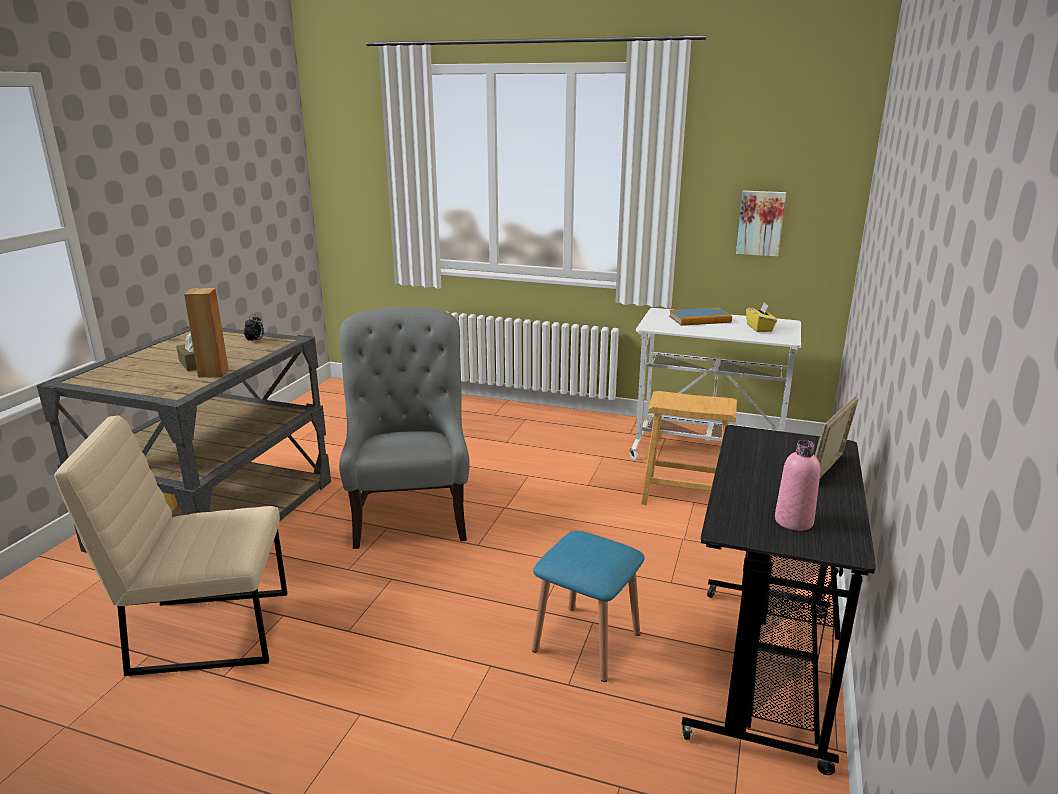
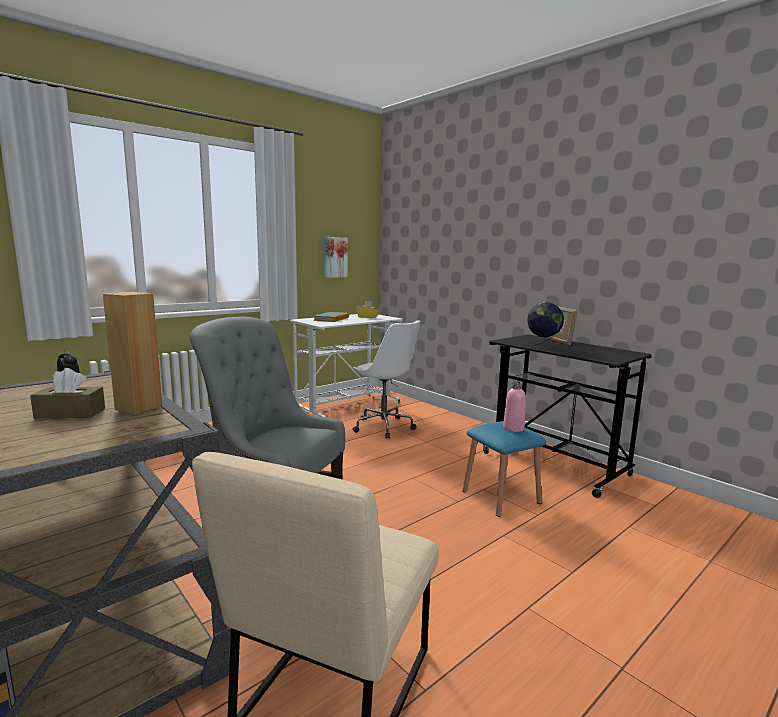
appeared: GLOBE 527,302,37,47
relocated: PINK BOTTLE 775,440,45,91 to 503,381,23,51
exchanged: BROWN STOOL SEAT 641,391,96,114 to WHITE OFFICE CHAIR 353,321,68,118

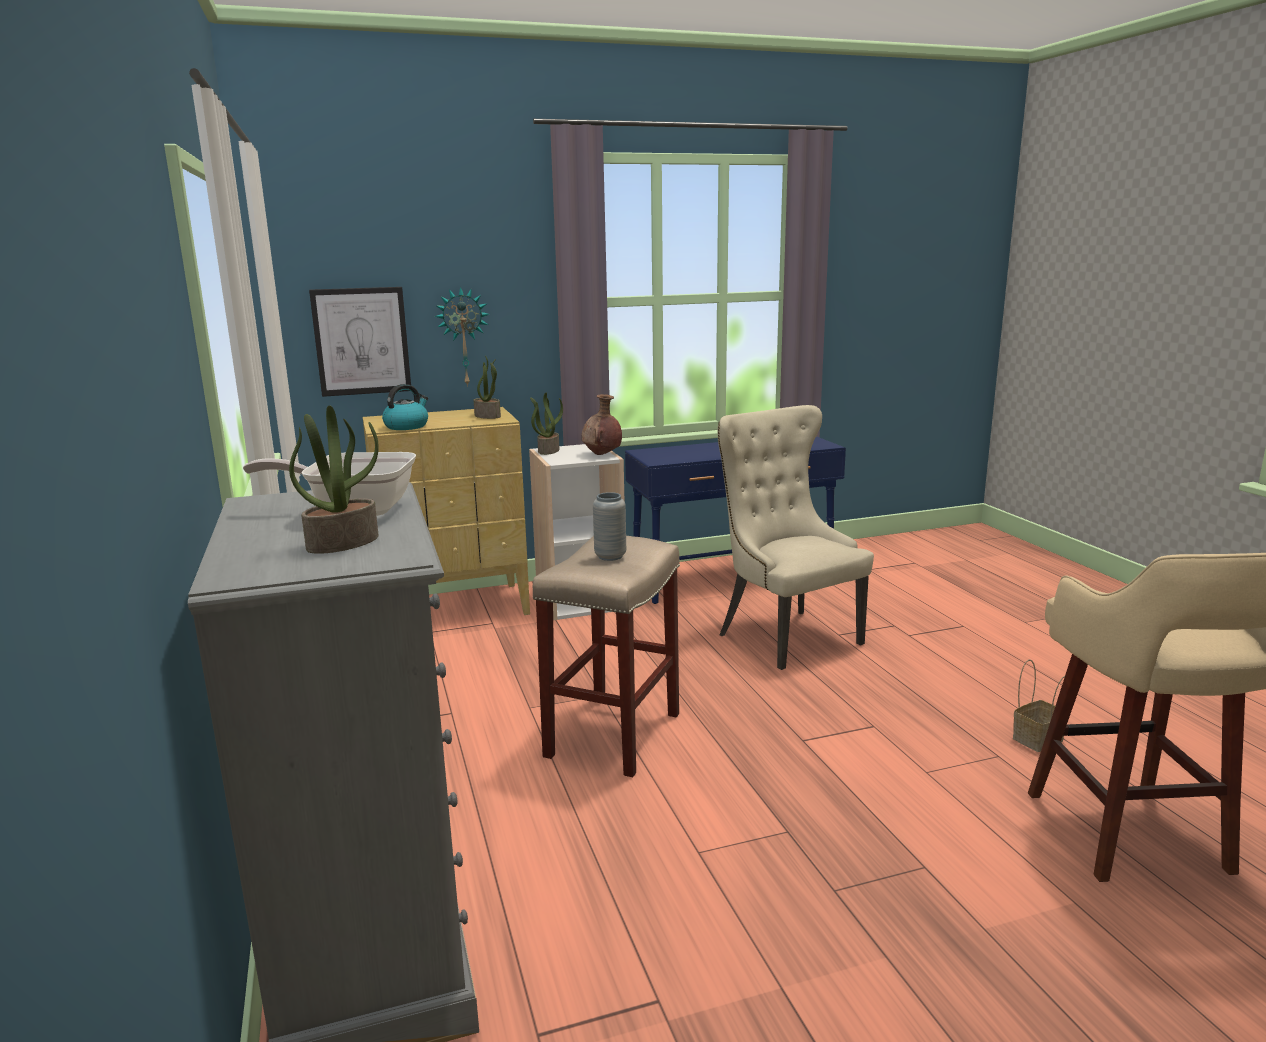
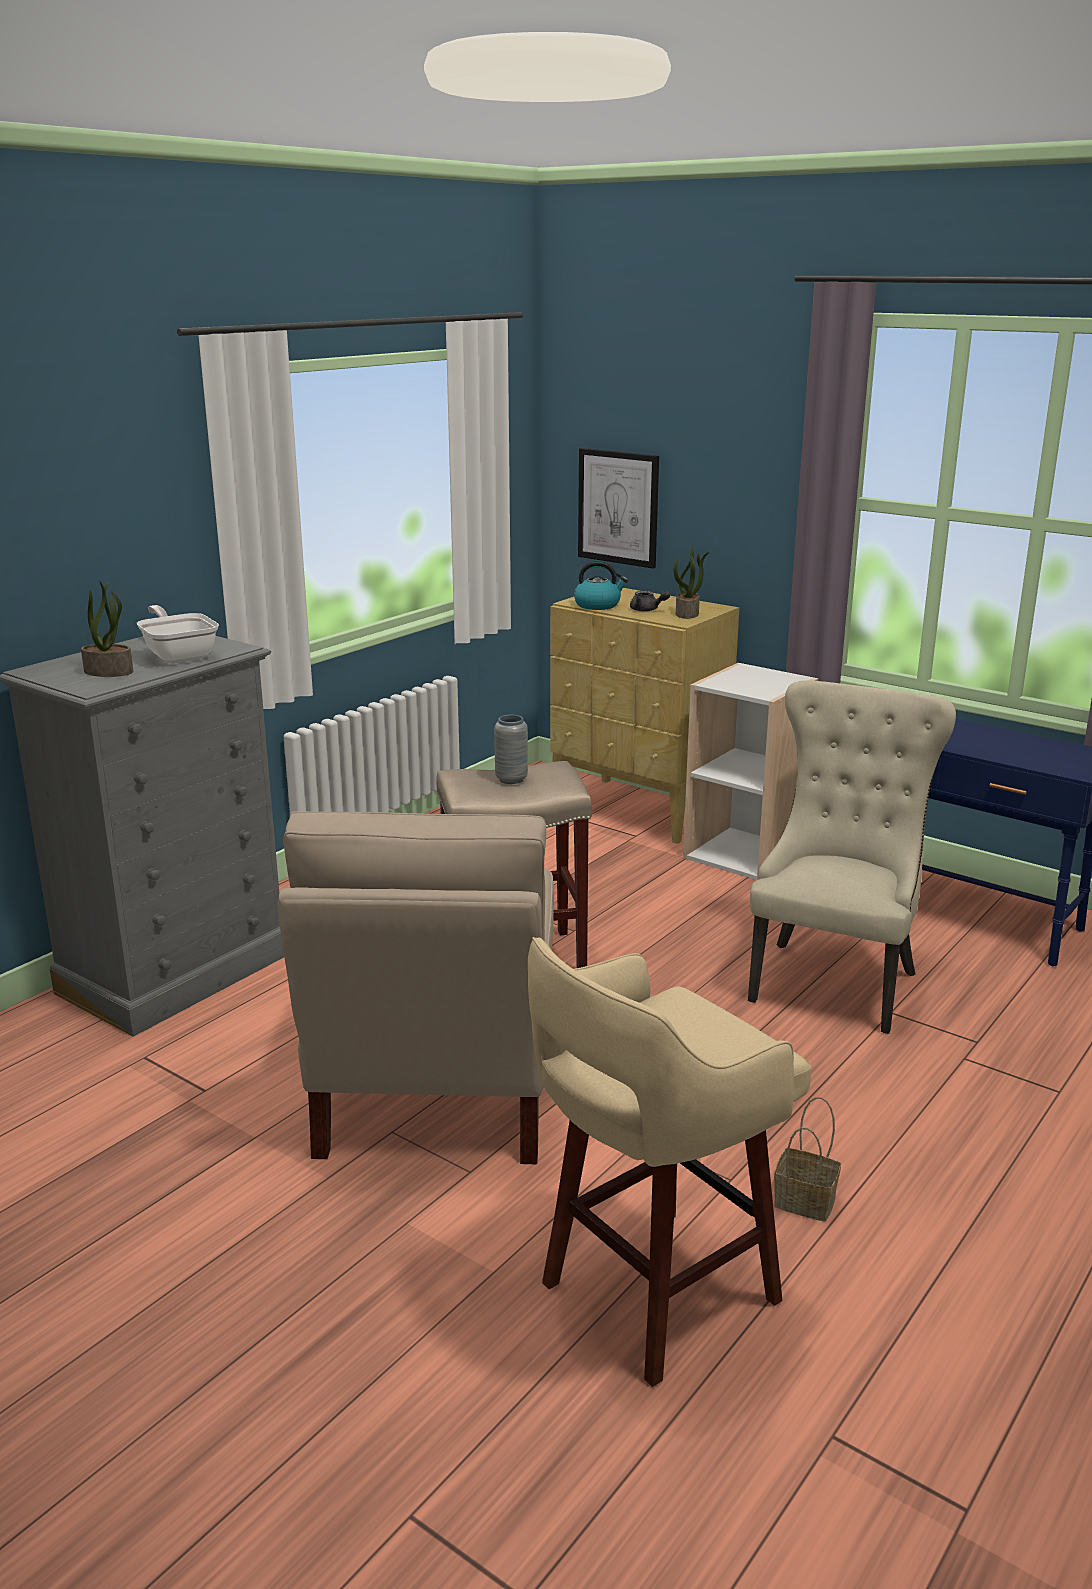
missing: HANGING CLOCK 435,287,54,100; HOUSEPLANT 530,393,33,62; BROWN VASE 581,394,41,61
appeared: BEIGE PLAIN CHAIR 278,811,276,353; GREY POT FOR TEA 630,591,40,20

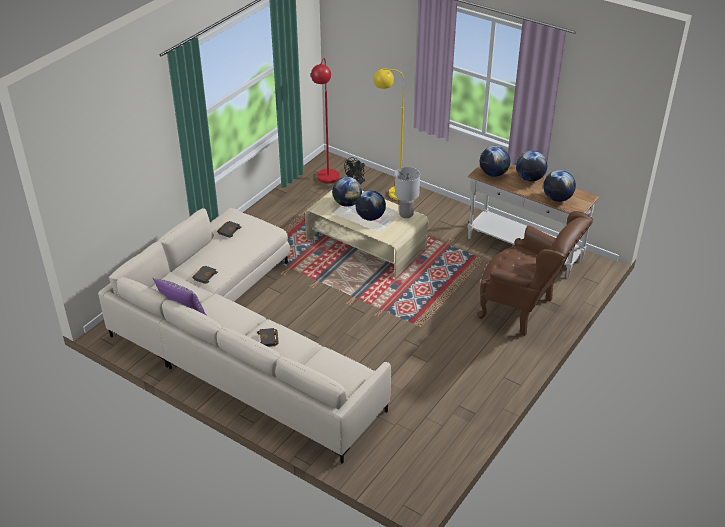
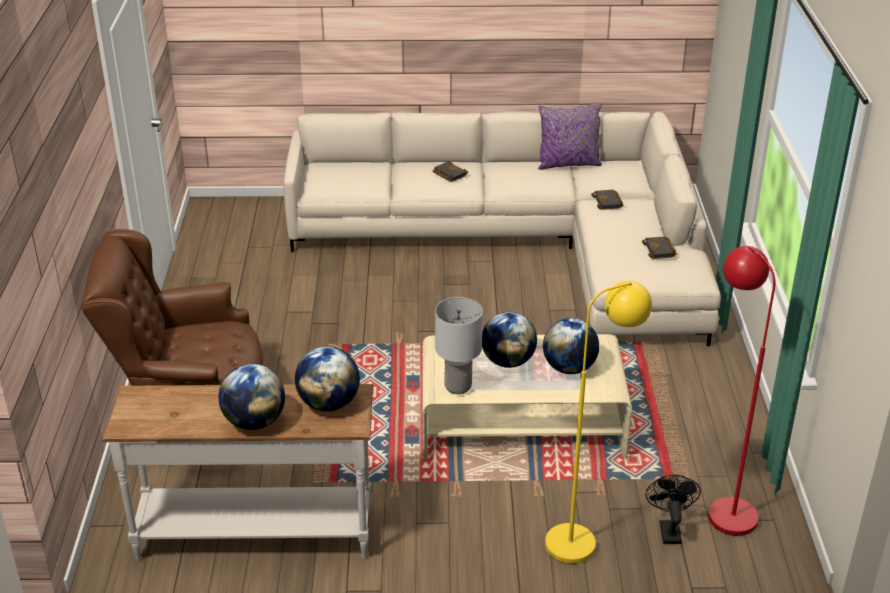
missing: GLOBE 543,170,33,32

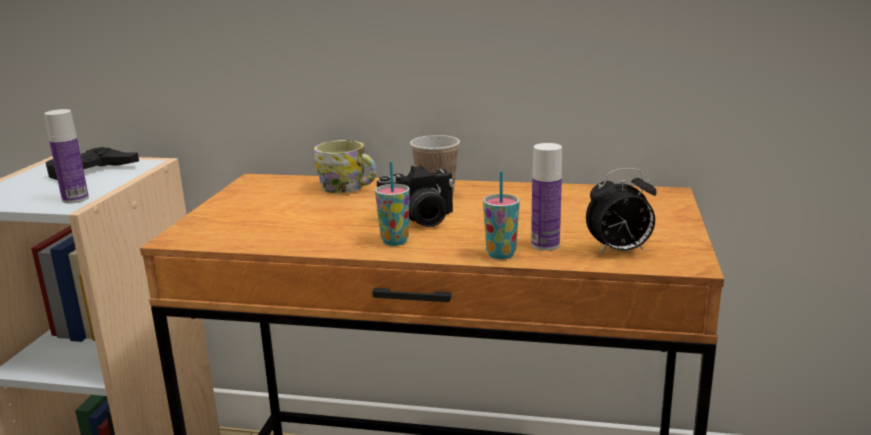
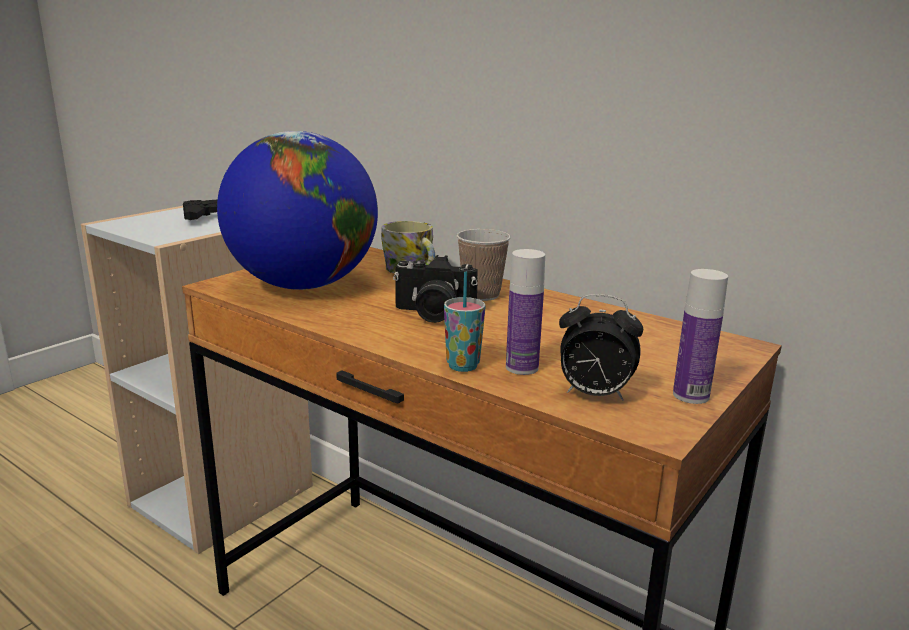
missing: SMALL CUP 375,162,35,84
appeared: GLOBE 217,131,161,159
relocated: BOTTLE 44,109,45,95 to 673,269,55,135

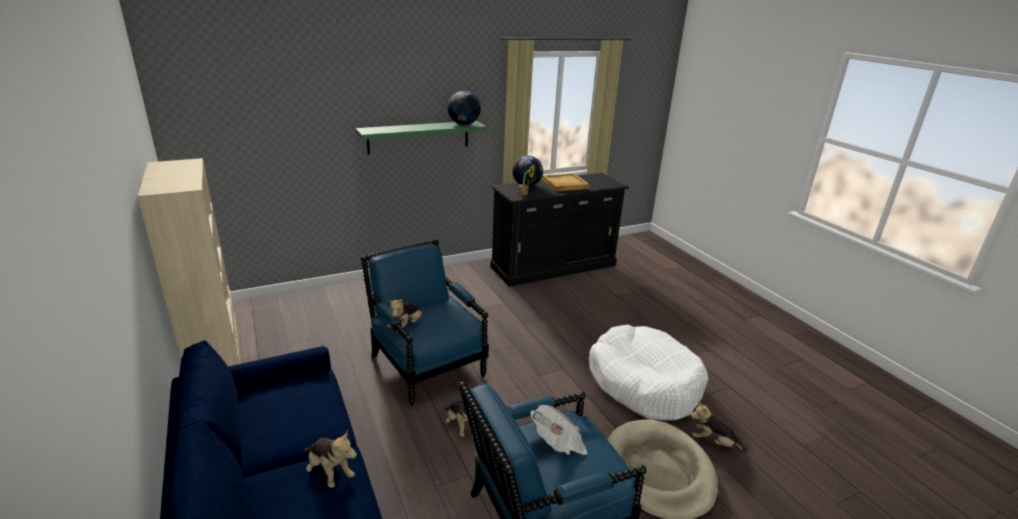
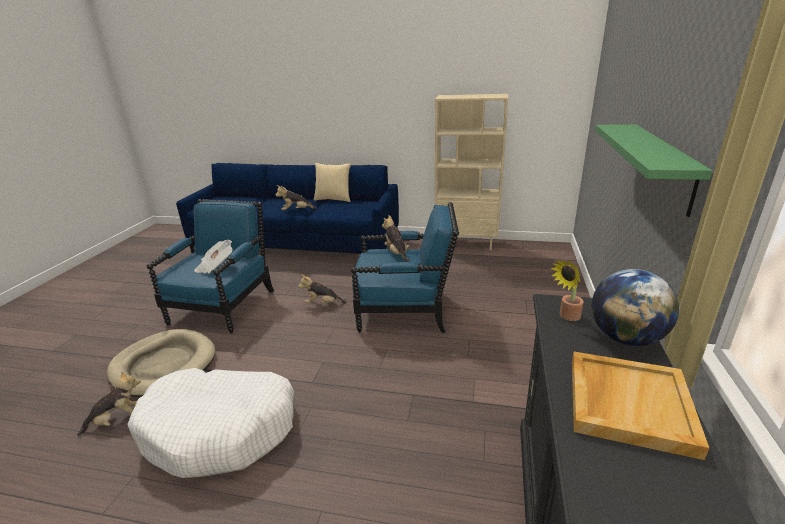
missing: GLOBE 447,91,34,34
appeared: THROW PILLOW 314,163,37,39

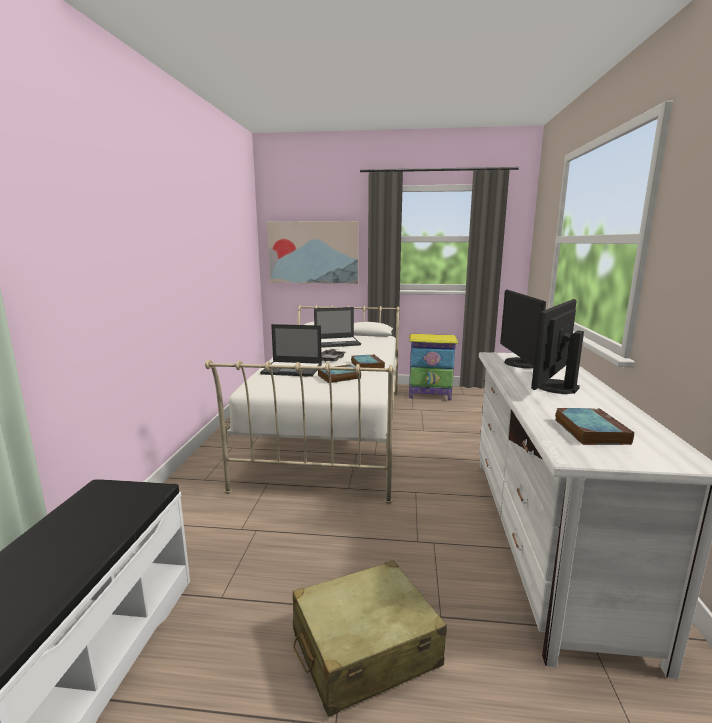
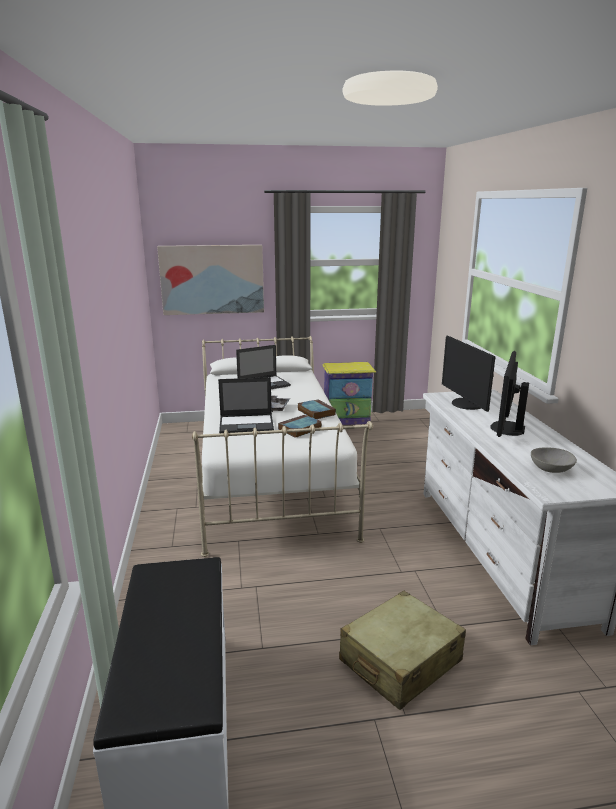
exchanged: VOLUME 555,408,79,37 to GREY DEEP DISH 531,447,46,26

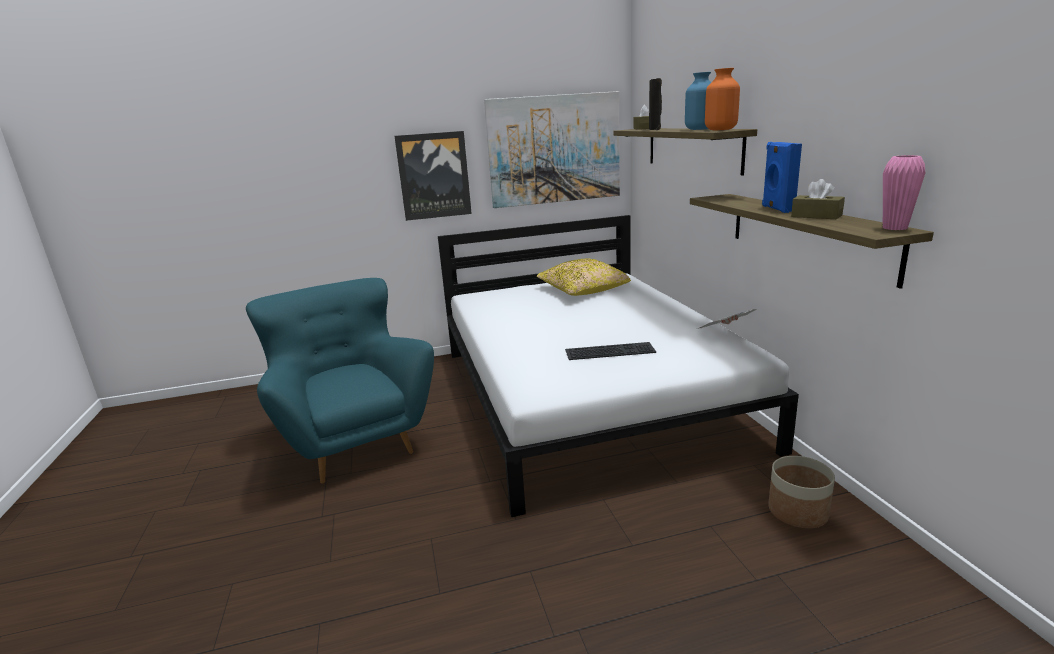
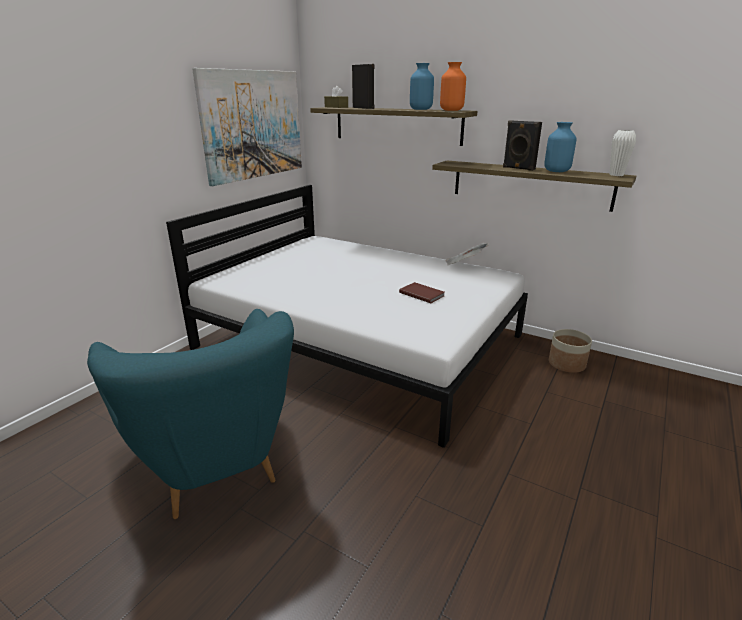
missing: WALL ART 394,131,78,90; YELLOWISH THROW PILLOW 537,259,94,37
exchanged: COMPUTER KEYBOARD 565,342,91,18 to BROWN VOLUME 399,282,46,21; BROWN TISSUE BOX 791,179,54,40 to BLUE VASE 544,122,33,50
colour: BLUE LOUDSPEAKER 762,142,40,71 to BLACK-COLOURED LOUDSPEAKER 503,120,39,51; PINK VASE 883,155,43,75 to WHITE VASE 610,130,26,46
spun: BLUE-GREEN EASY CHAIR 246,278,188,206 = 87,309,207,210 135 degrees counterclockwise

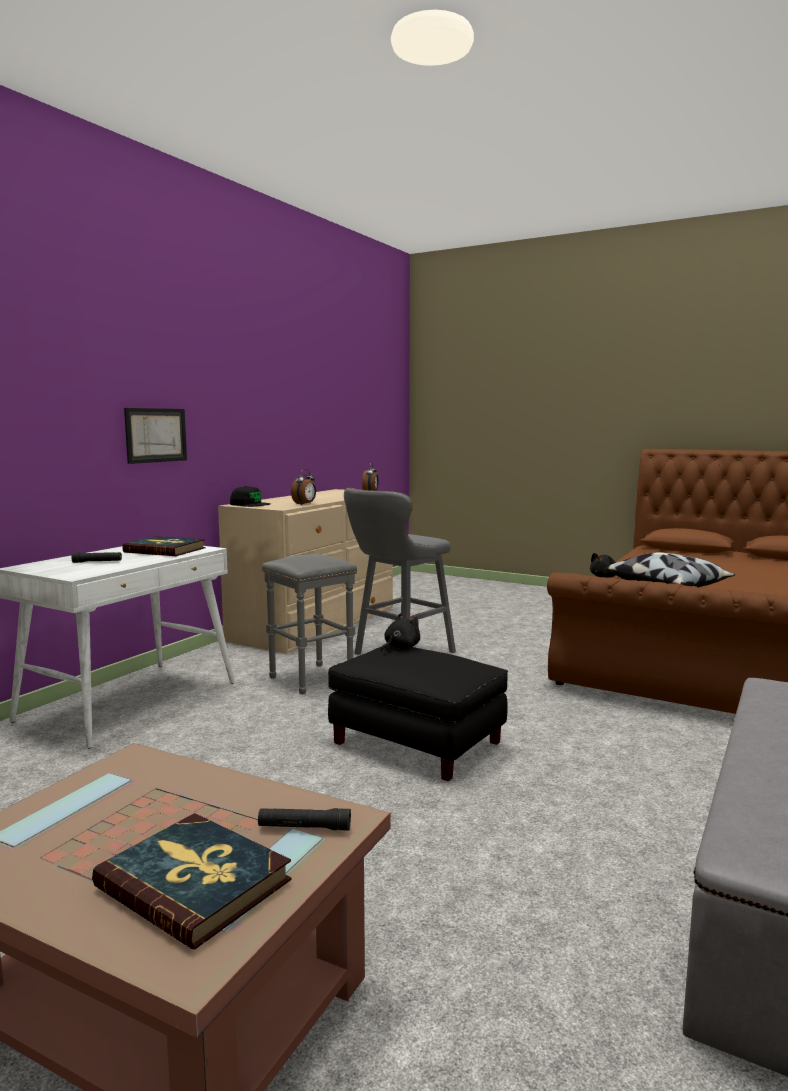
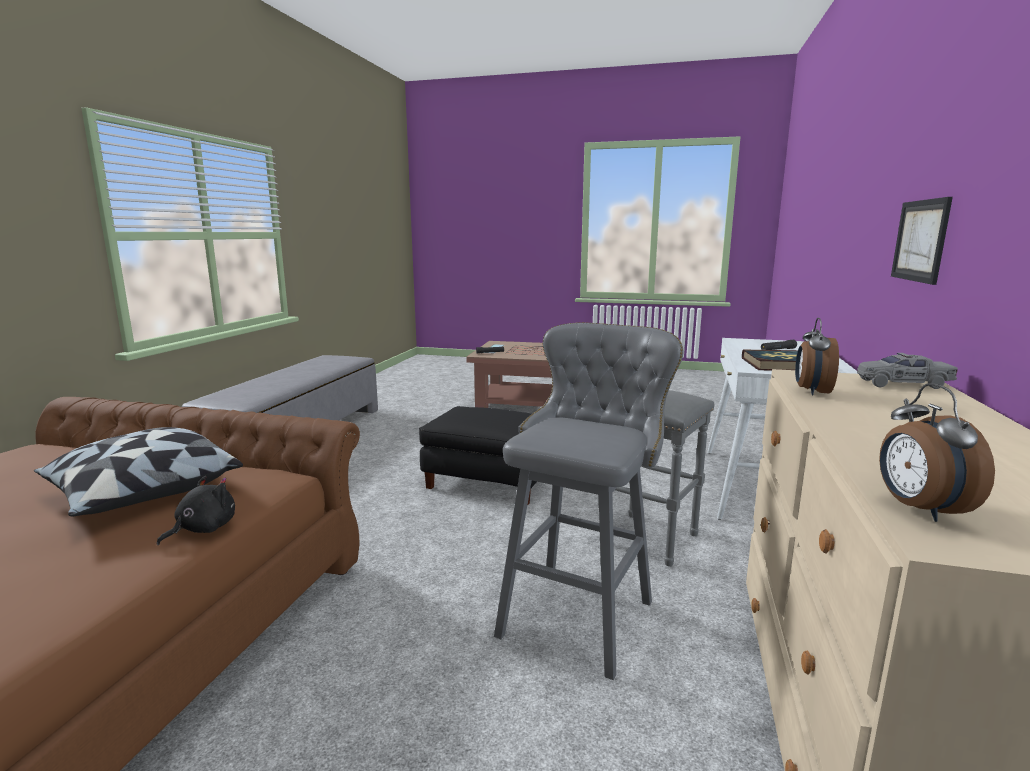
missing: VOLUME 92,813,199,136; BLACK-COLOURED PLUSH TOY 380,613,40,39
exchanged: BLACK-COLOURED CAP 230,486,41,21 to GREY MINIATURE CAR 857,353,101,36

